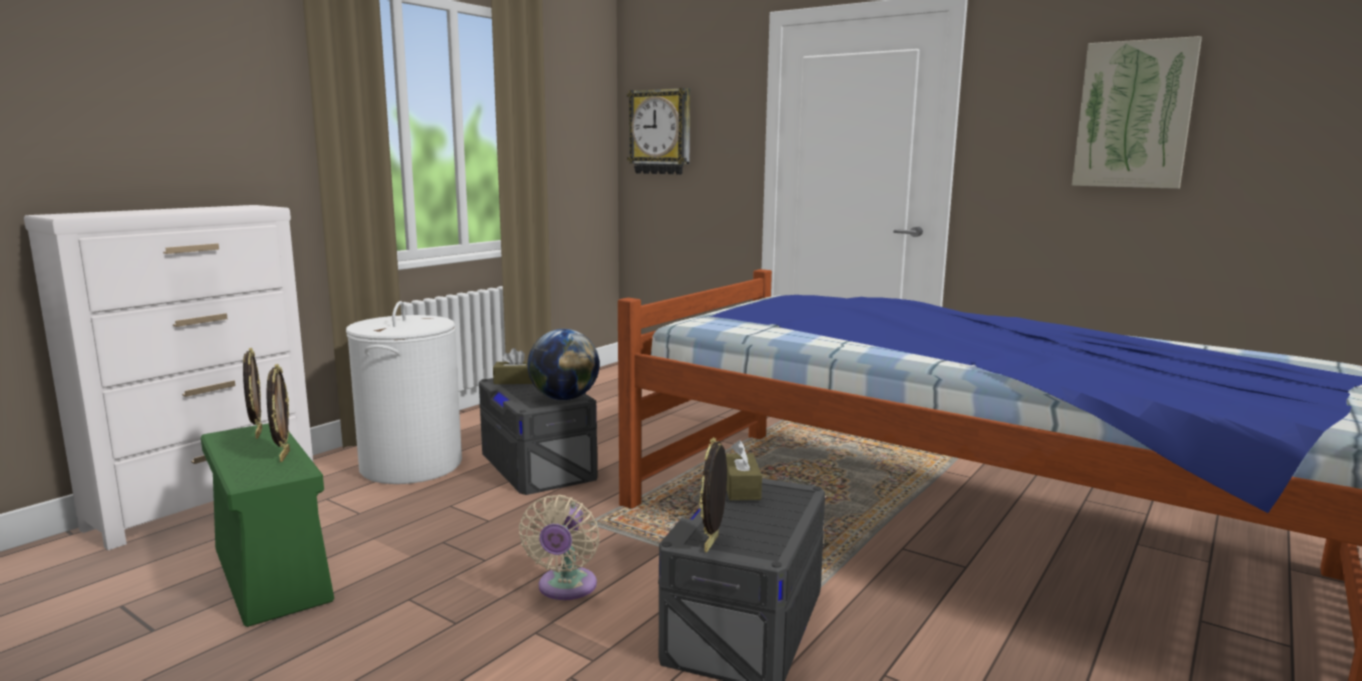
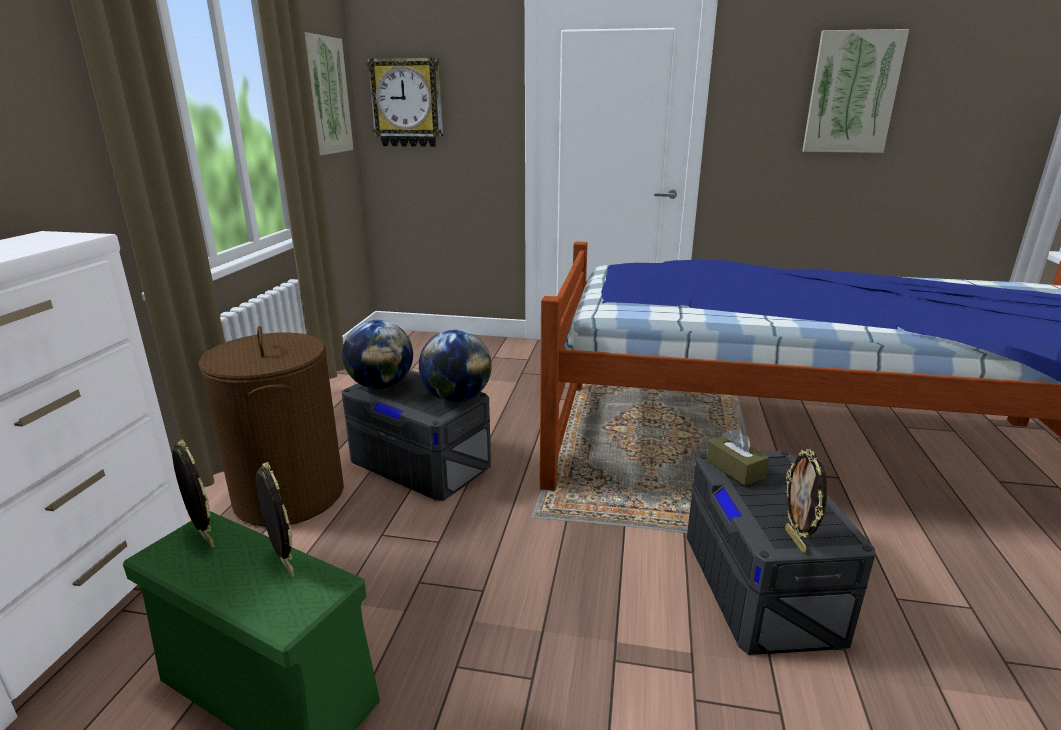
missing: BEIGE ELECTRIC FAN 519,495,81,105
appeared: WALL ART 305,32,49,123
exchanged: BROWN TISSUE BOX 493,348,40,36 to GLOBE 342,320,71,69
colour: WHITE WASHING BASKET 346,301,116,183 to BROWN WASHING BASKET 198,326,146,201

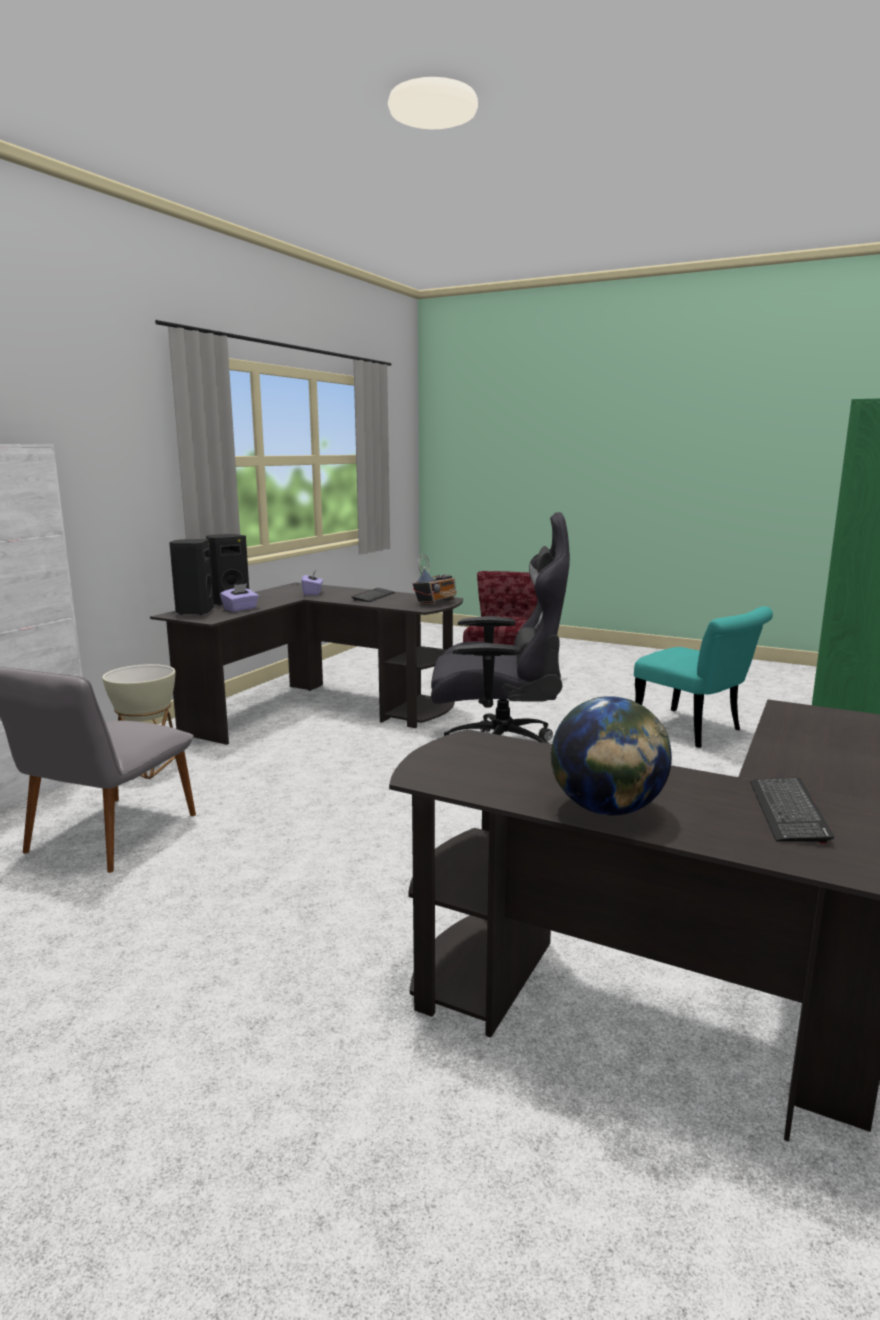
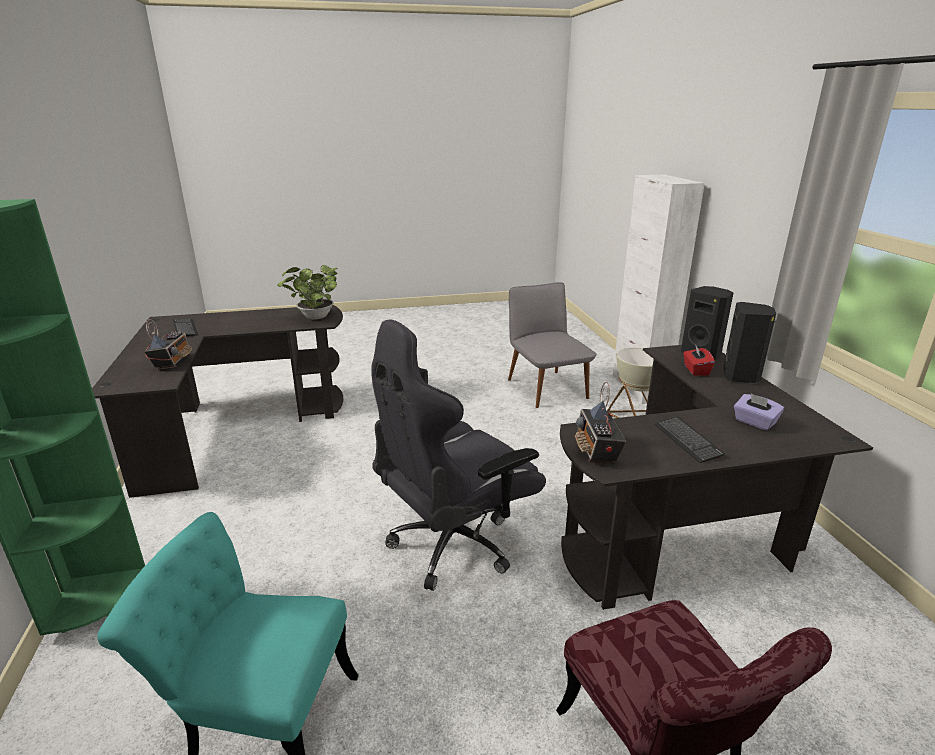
missing: GLOBE 551,696,121,120
appeared: RADIO RECEIVER 144,319,49,51; HOUSEPLANT 277,265,60,54
colour: PURPLE-COLOURED TISSUE BOX 220,583,39,29 to REDDISH TISSUE BOX 683,344,32,32

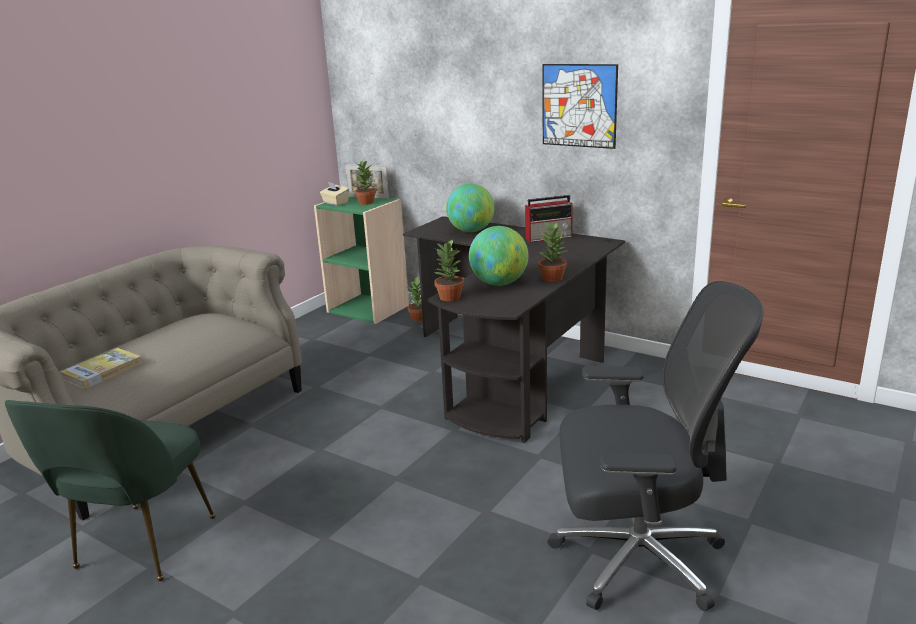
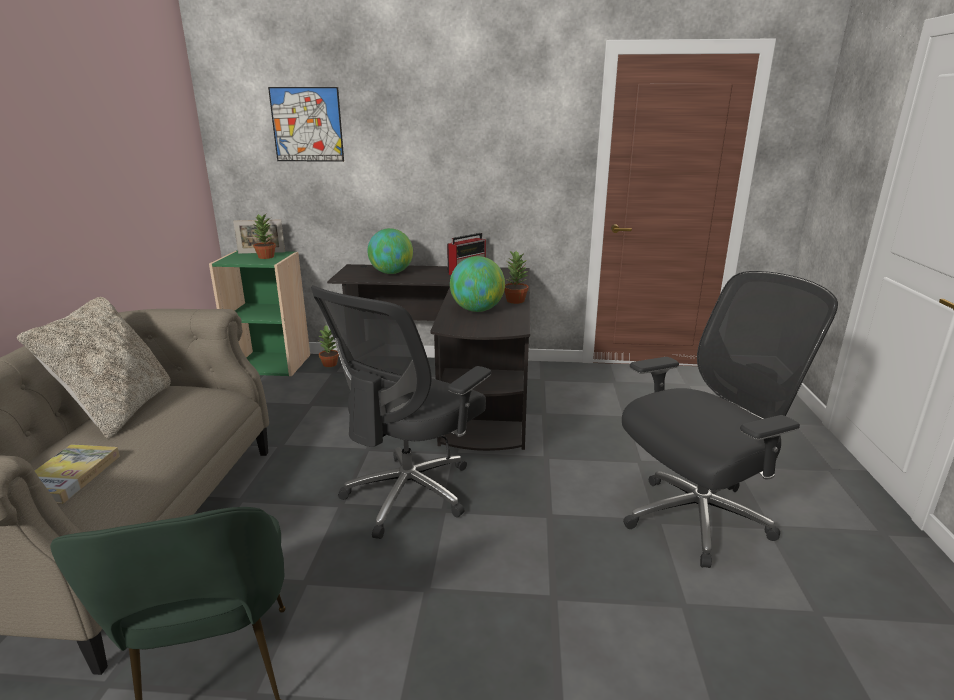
missing: BEIGE TISSUE BOX 320,182,29,24; HOUSEPLANT 433,239,31,62
appeared: BEIGE THROW PILLOW 17,297,154,141; OFFICE CHAIR 311,285,180,254
relocated: WALL ART 542,64,76,85 to 268,87,76,75

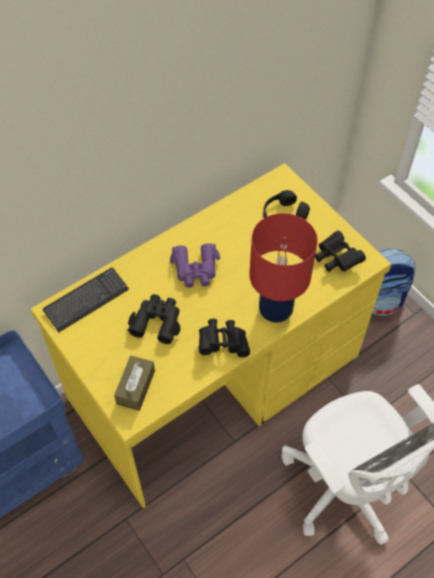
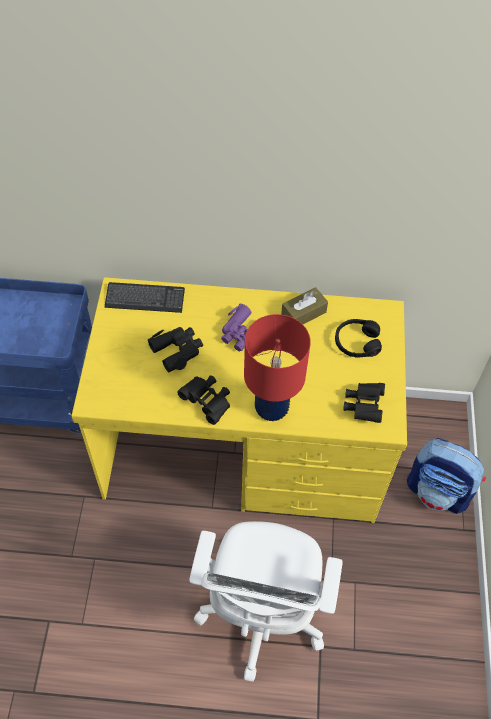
relocated: BROWN TISSUE BOX 114,356,41,55 to 281,287,47,37

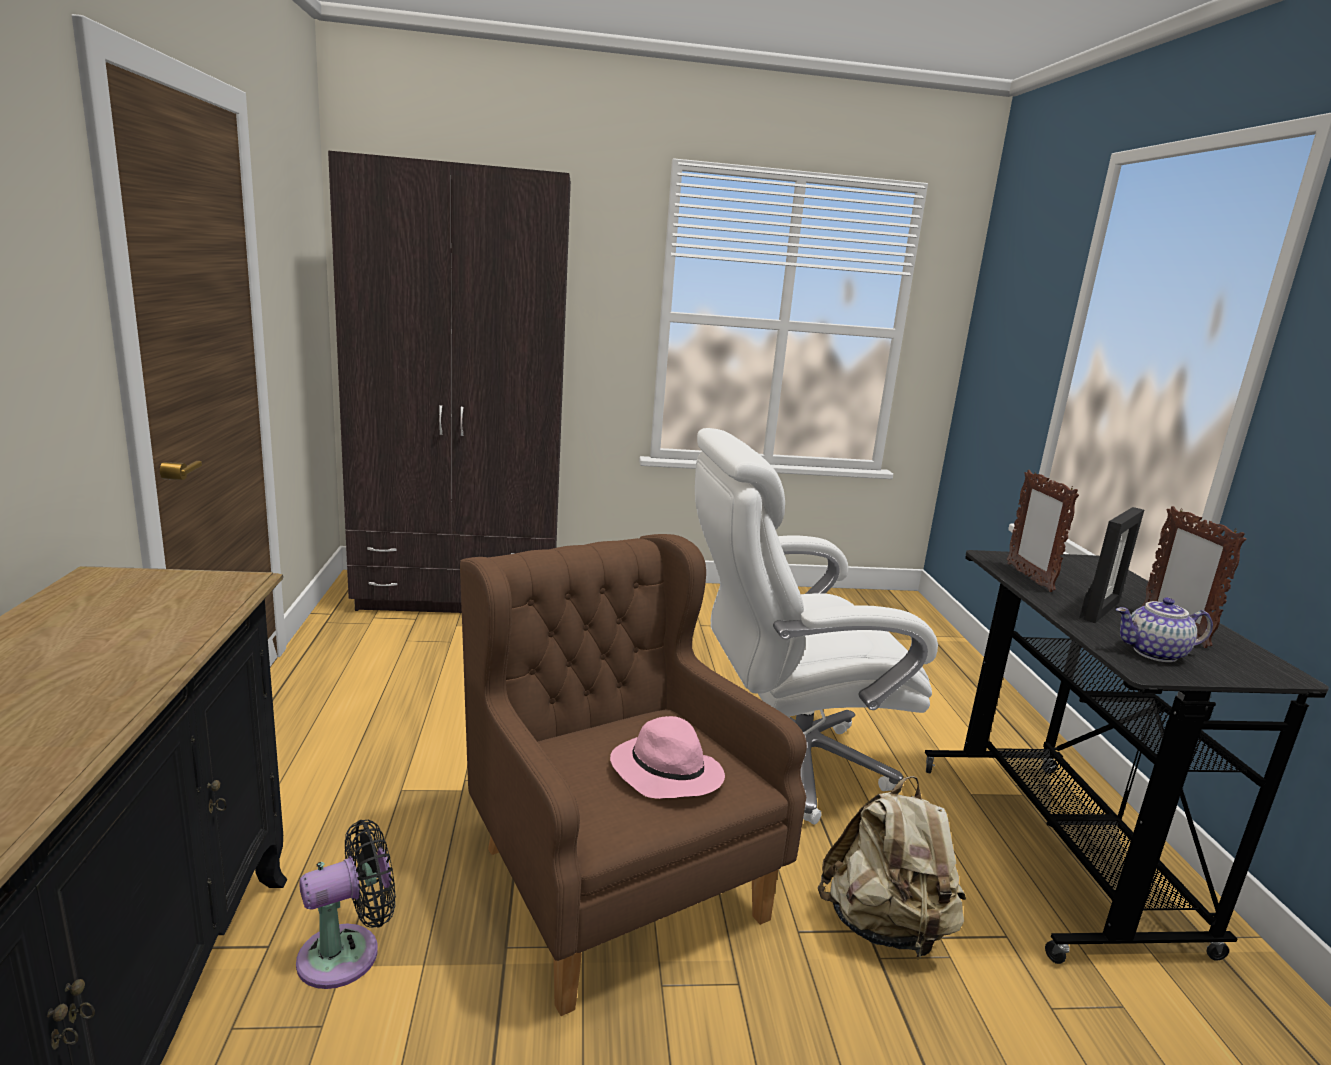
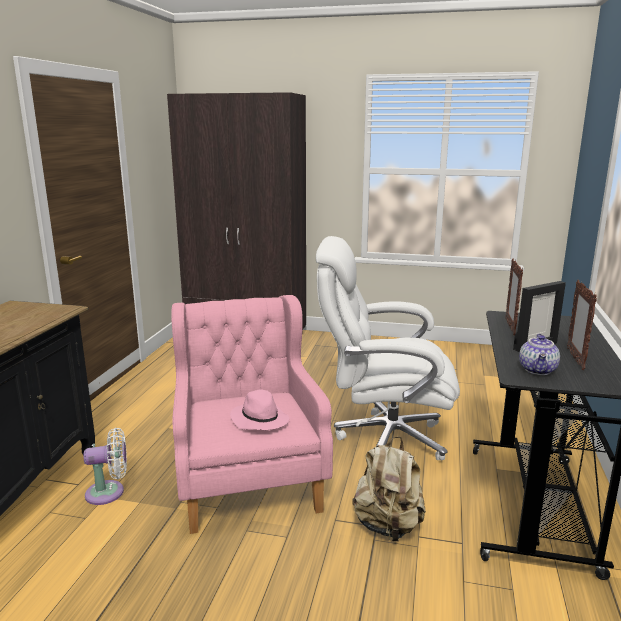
colour: BLACK-COLOURED ELECTRIC FAN 296,820,100,169 to WHITE ELECTRIC FAN 84,428,43,77; BROWN EASY CHAIR 460,534,347,482 to PINK EASY CHAIR 171,295,162,239
spun: POT FOR TEA 1116,597,97,65 = 519,334,41,41 90 degrees counterclockwise

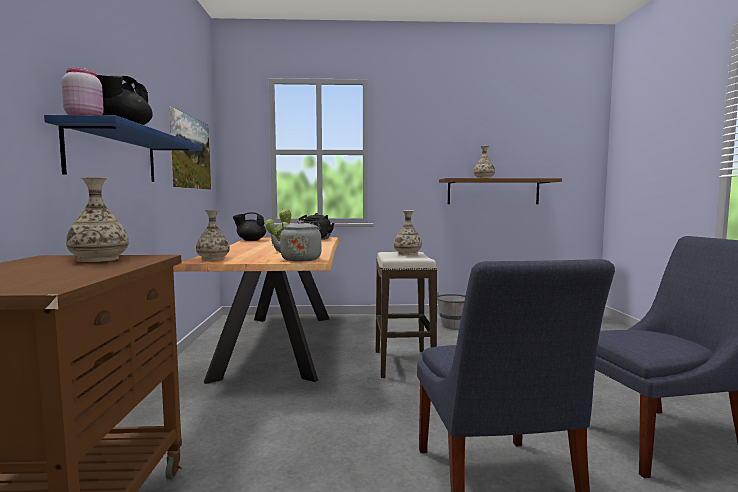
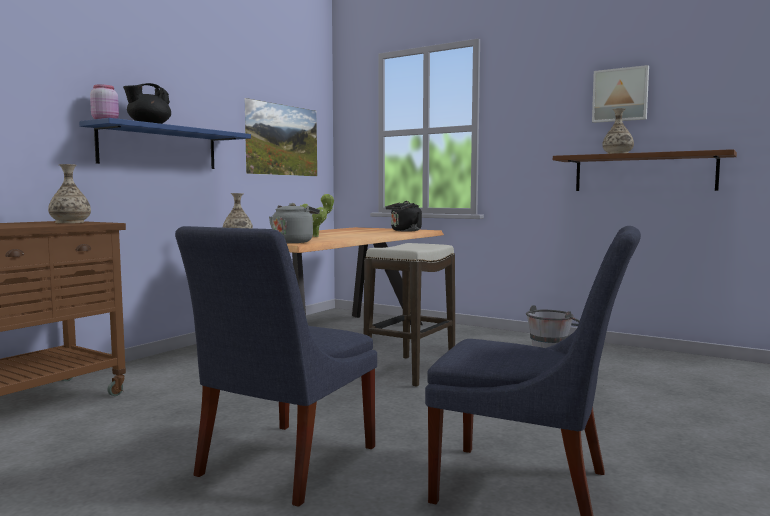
missing: BLACK-COLOURED POT FOR TEA 233,212,33,29; VASE 394,210,28,45
appeared: WALL ART 592,65,57,58

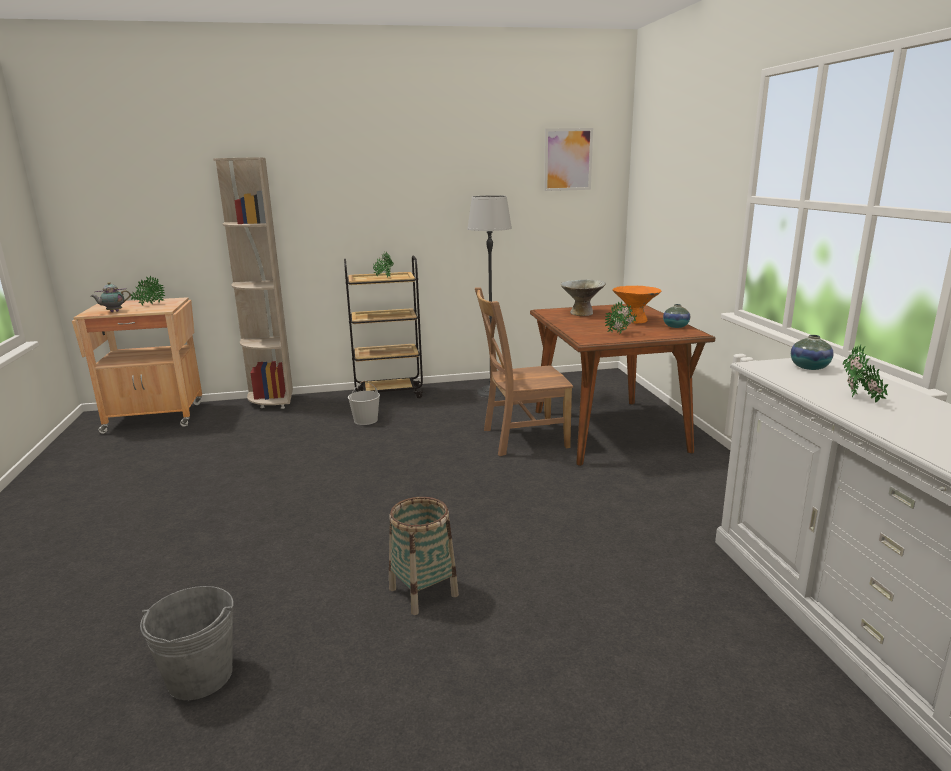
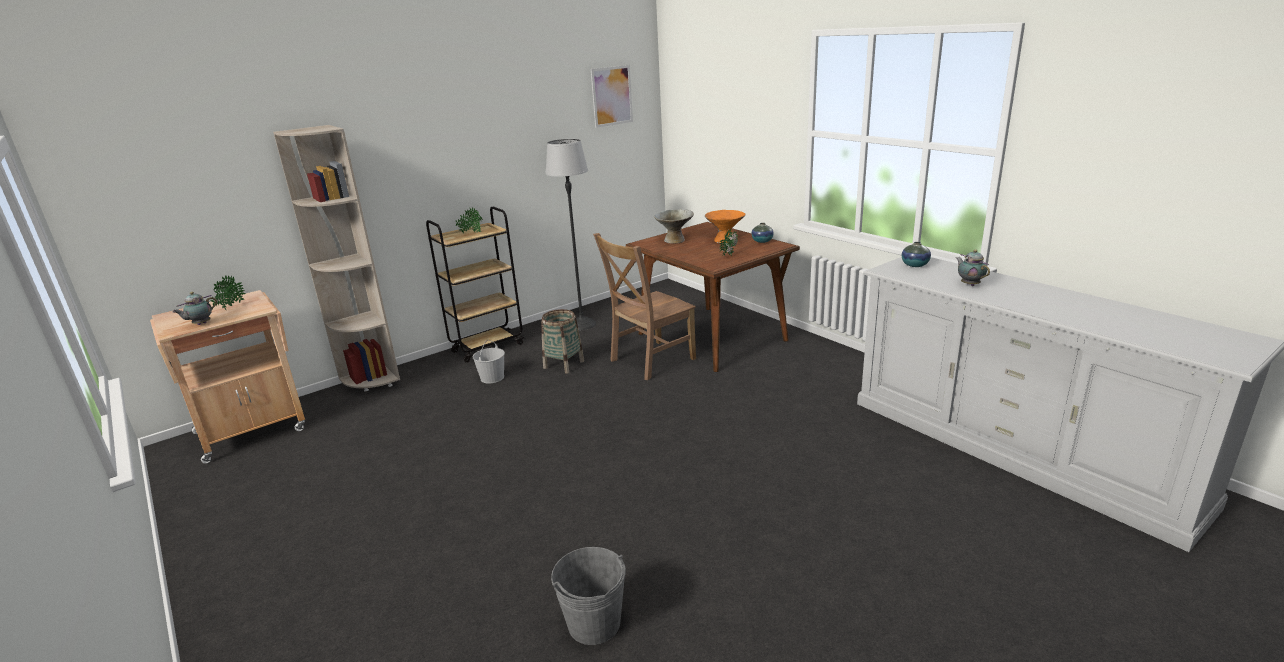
relocated: HOUSEHOLD BASKET 389,497,70,118 to 541,309,43,65
exchanged: HOUSEPLANT 843,344,46,58 to POT FOR TEA 956,249,34,37

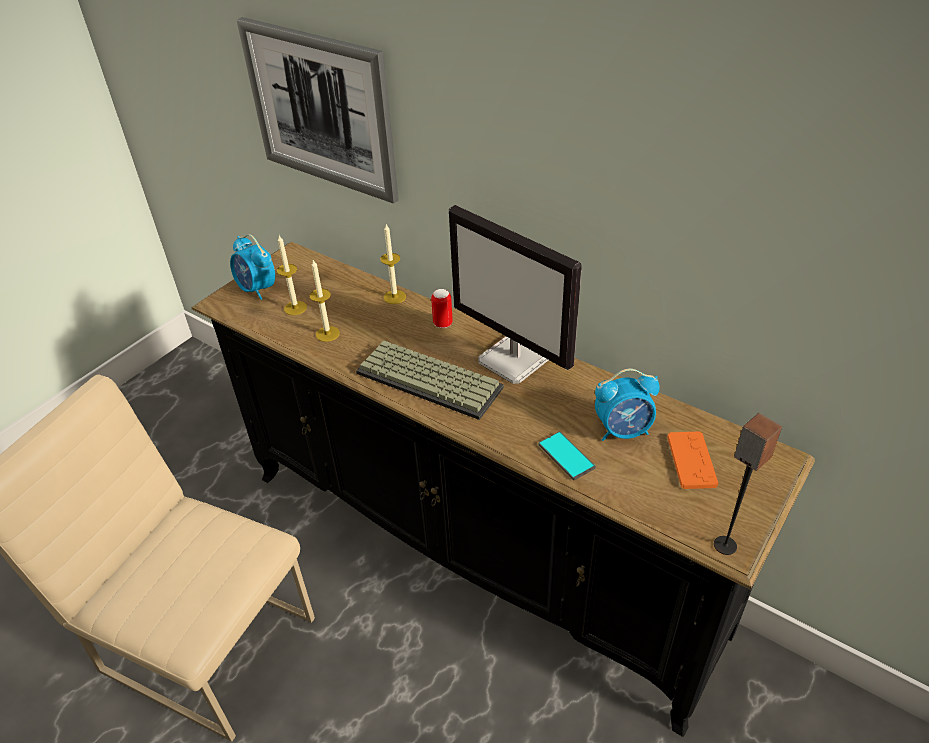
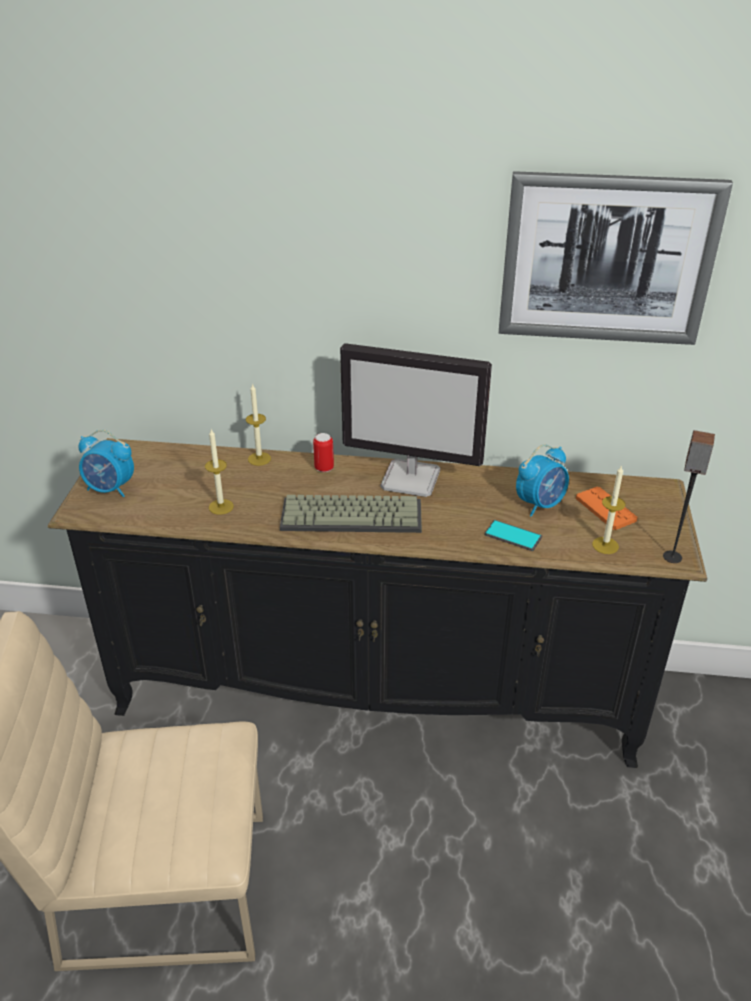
relocated: WALL ART 236,17,163,187 to 499,171,234,174; WAX LIGHT 277,235,30,80 to 592,465,34,89

